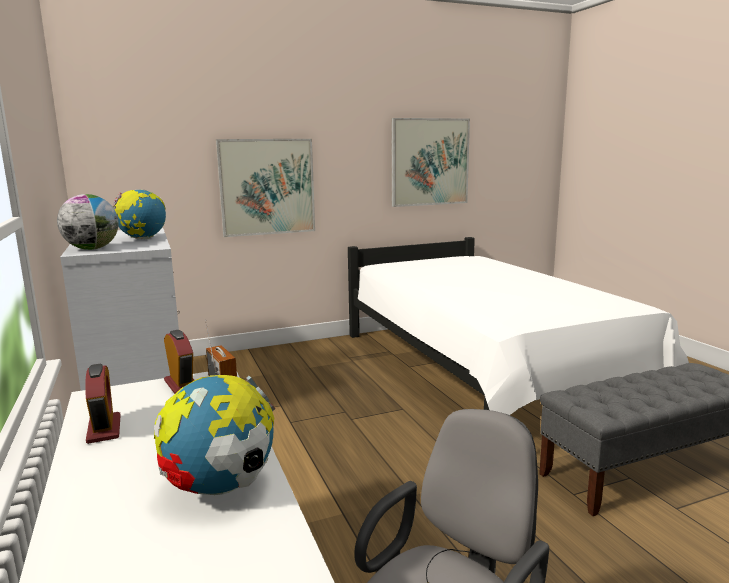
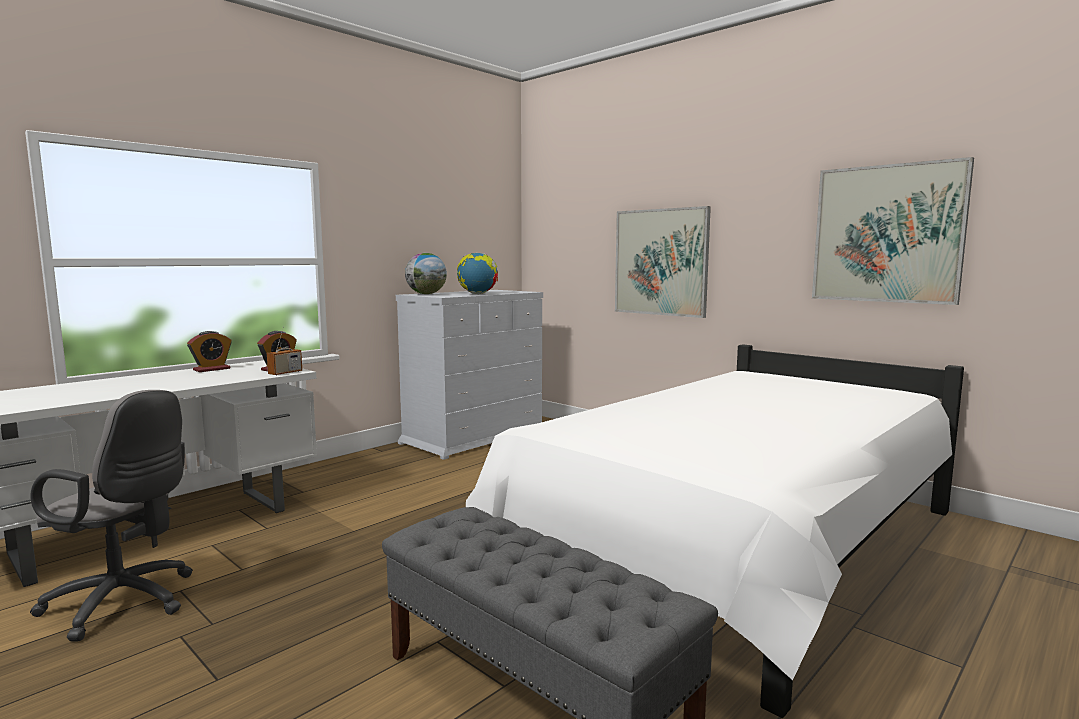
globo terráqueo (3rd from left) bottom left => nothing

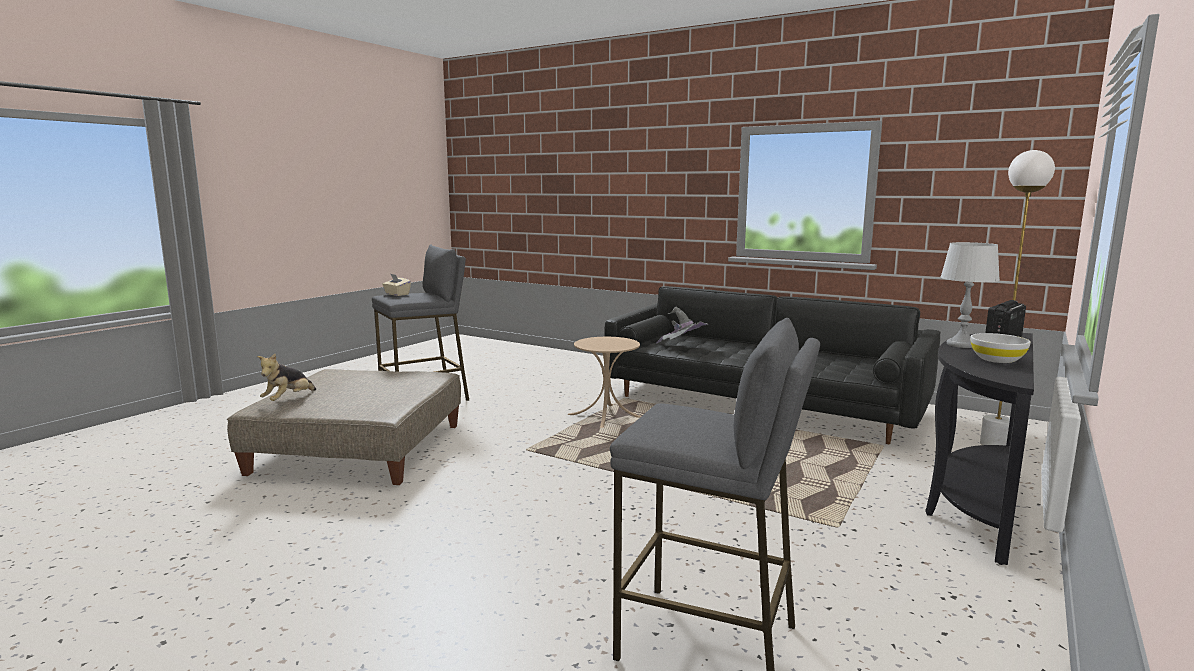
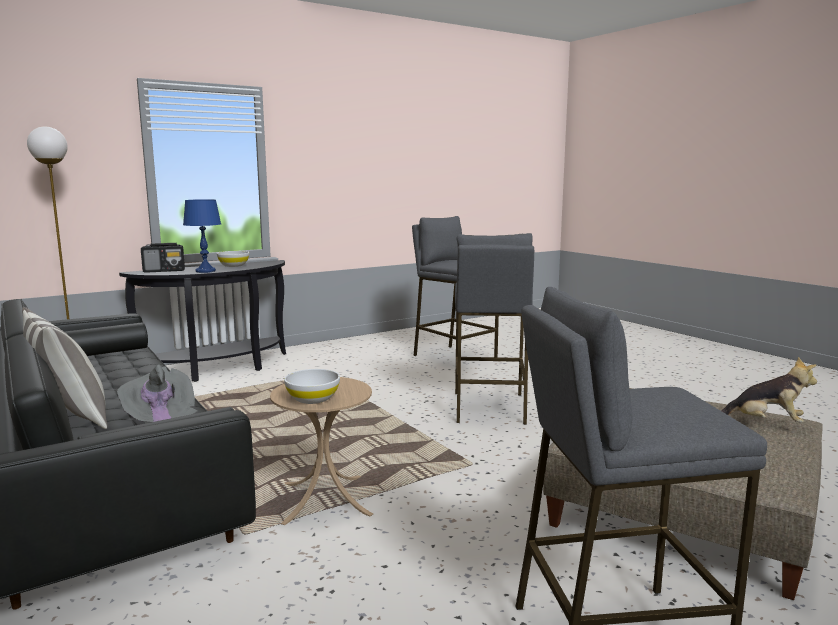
caja de pañuelos/beis middle left => nothing
nothing => cojín middle left
nothing => cuenco/blanco (2nd from left) centre
nothing => taburete/gris (2nd from left) centre
lámpara de mesa/gris middle right => lámpara de mesa/azul middle left
peluche middle left => peluche middle right, 60 degrees clockwise

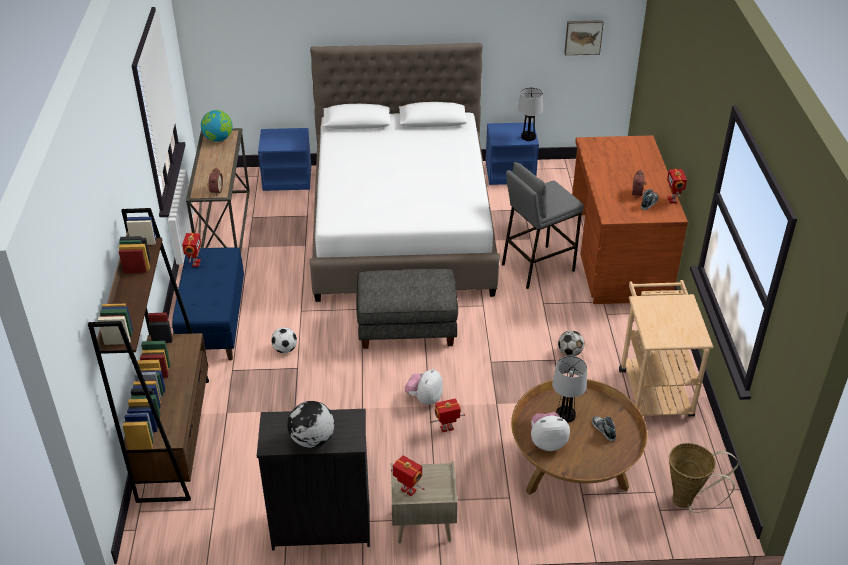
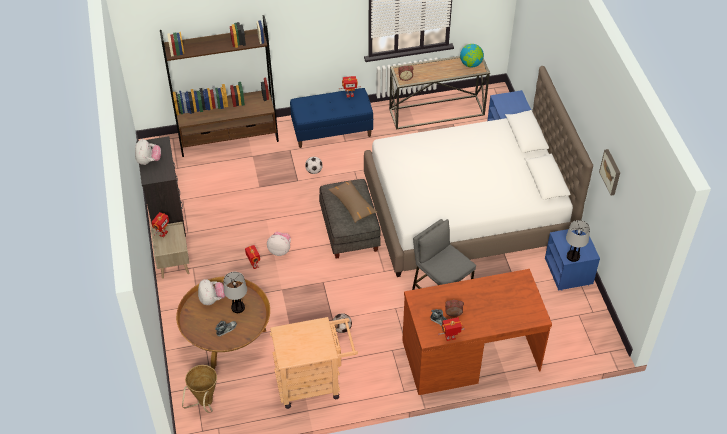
nothing => cojín/marrón centre
cuadro top right => cuadro middle right, move
globo terráqueo (2nd from left) bottom centre => peluche (1st from left) middle left

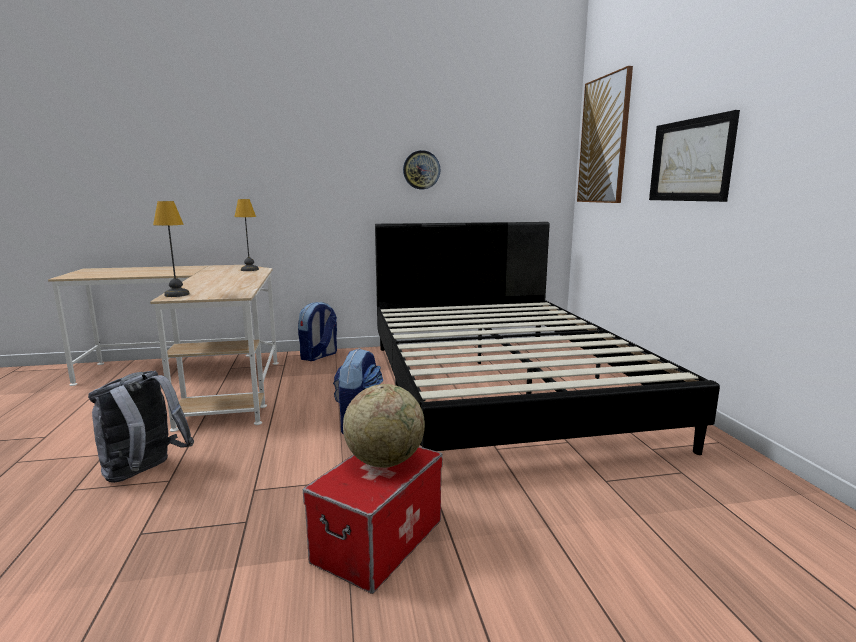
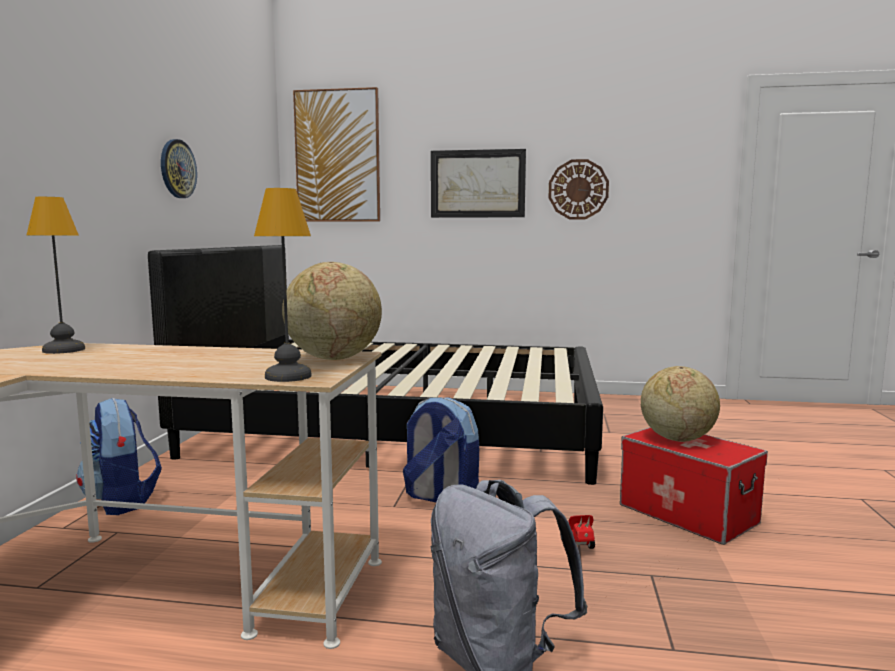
nothing => globo terráqueo (1st from left) centre
nothing => reloj de pared (2nd from left) top centre
nothing => coche de juguete bottom centre

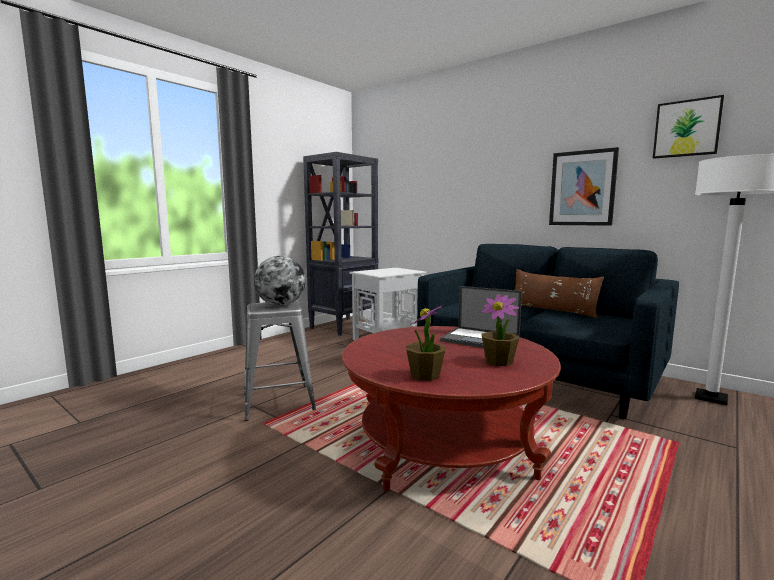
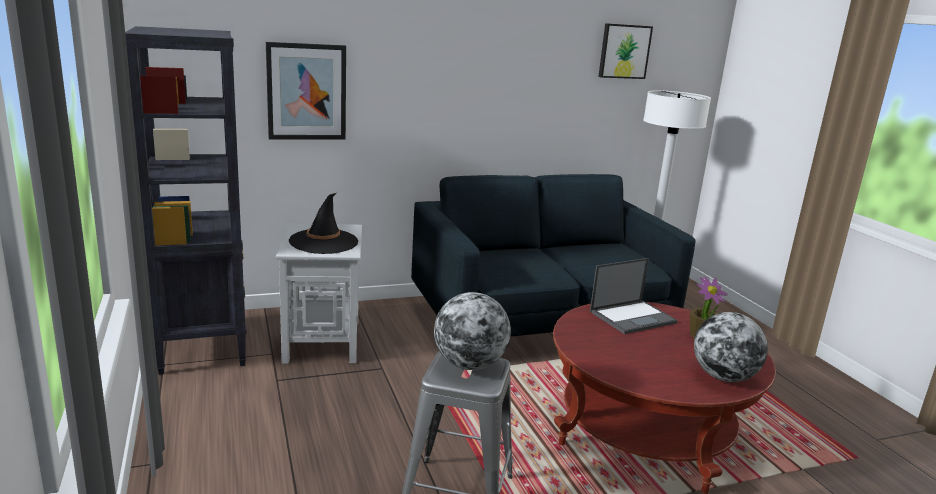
cojín/marrón middle right => nothing
nothing => sombrero/negro centre
cuadro (1st from left) top right => cuadro (1st from left) top left, move
planta en maceta (1st from left) centre => globo terráqueo (2nd from left) bottom right

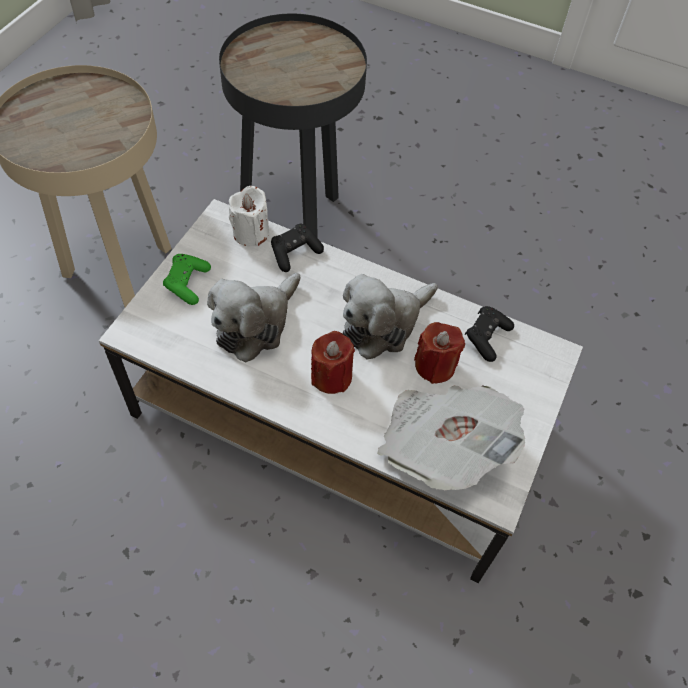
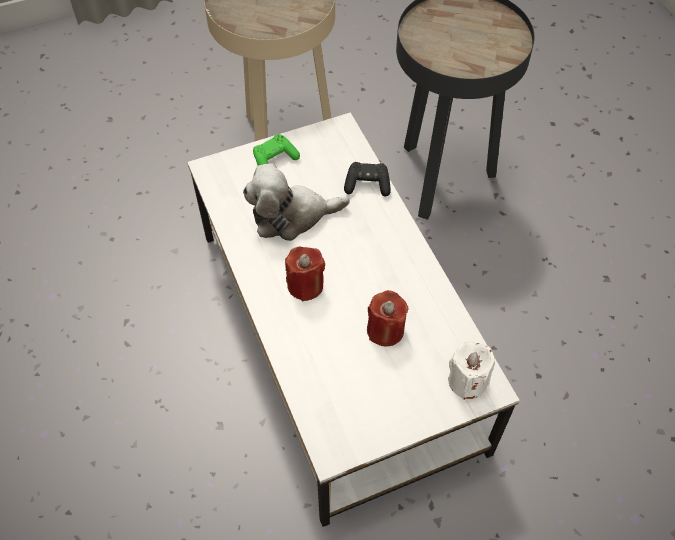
peluche (2nd from left) centre => nothing
periódico centre => nothing
mando de consola/negro (2nd from left) middle right => nothing
vela/blanco top centre => vela/blanco bottom right, move

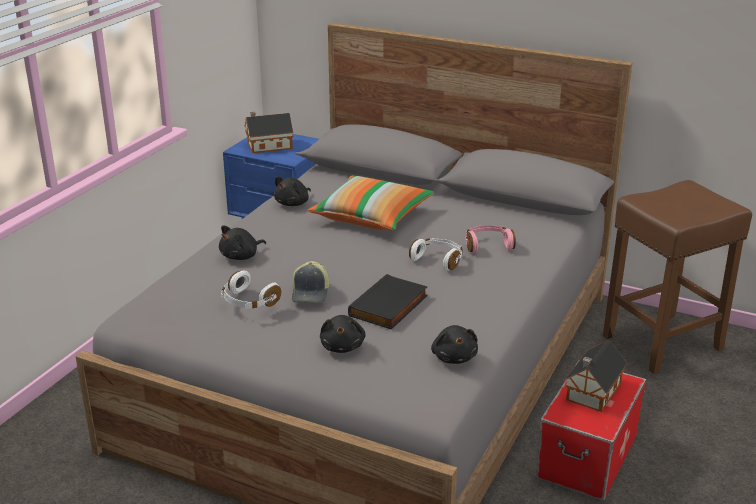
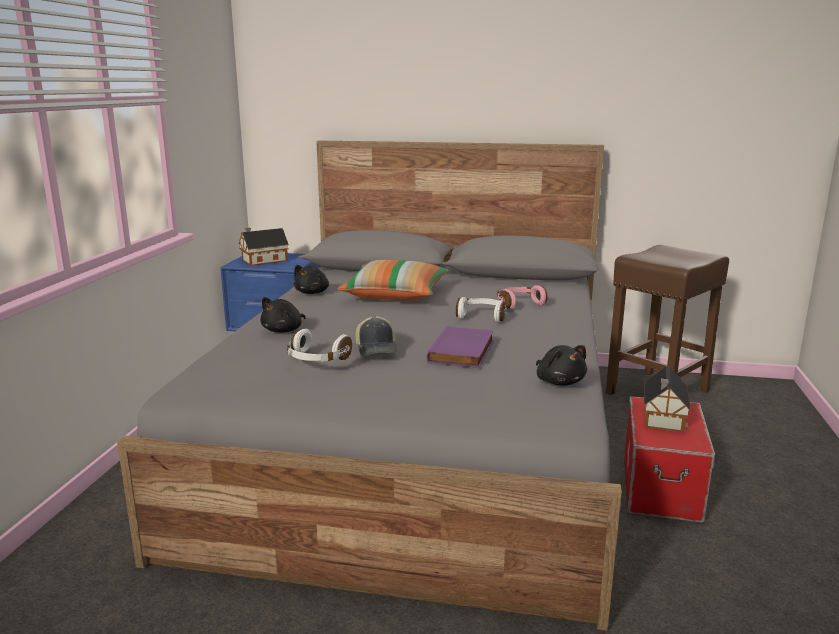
peluche/negro (3rd from left) centre => nothing
libro/negro centre => libro/morado centre

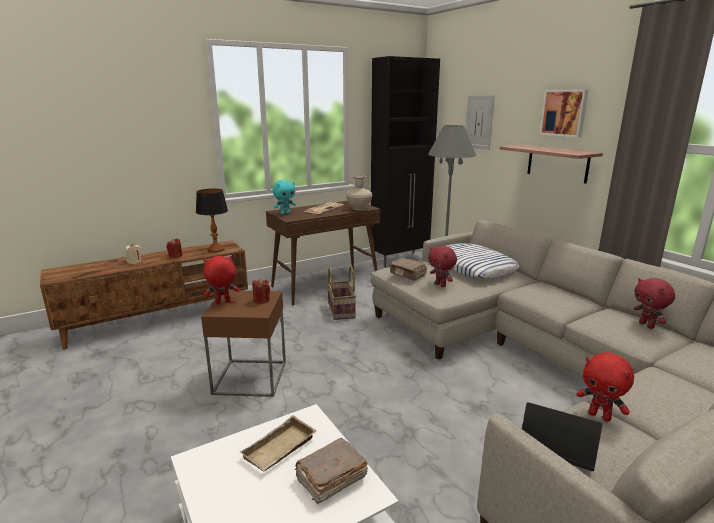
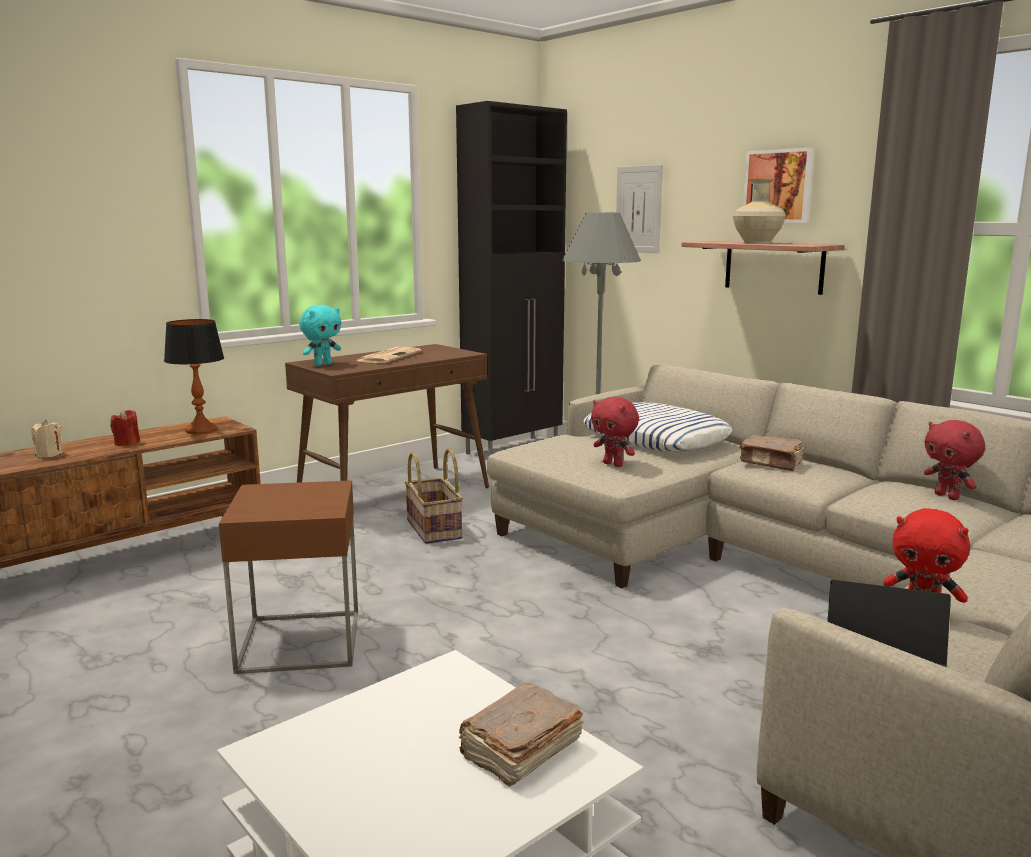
peluche/rojo (1st from left) middle left => nothing
bandeja/beis bottom centre => nothing
vela/rojo (2nd from left) centre => nothing
florero/beis centre => florero/beis top right, move
libro/marrón (2nd from left) centre => libro/marrón (2nd from left) middle right, move

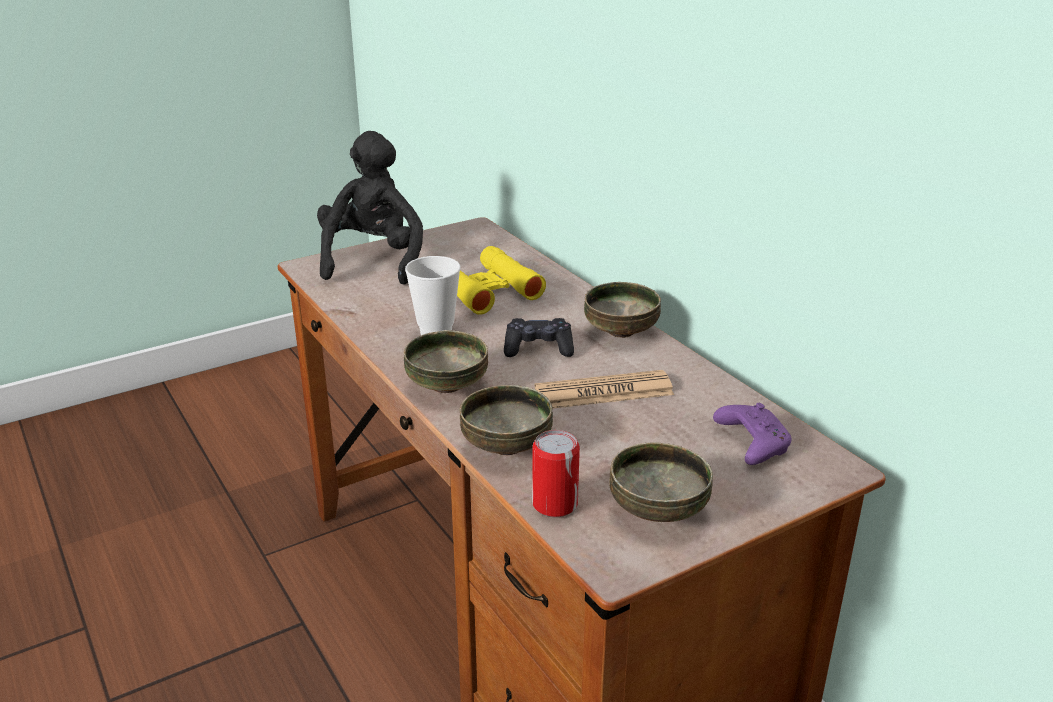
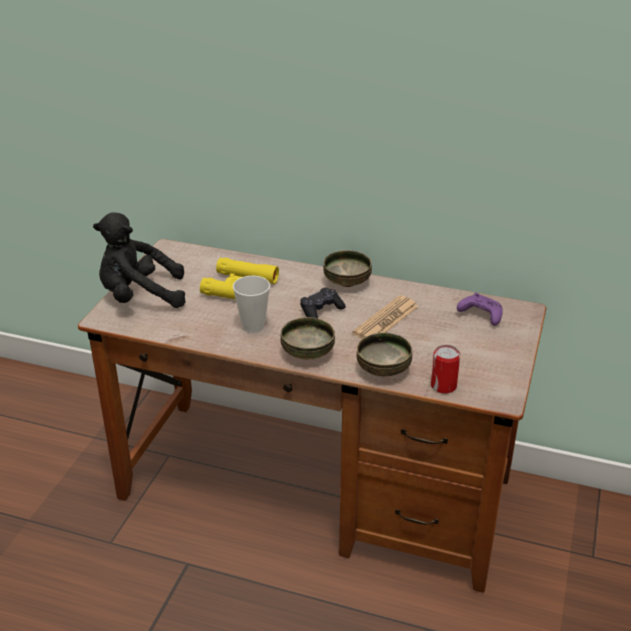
cuenco (4th from left) bottom centre => nothing
peluche/negro top centre => peluche/negro middle left, 60 degrees counterclockwise

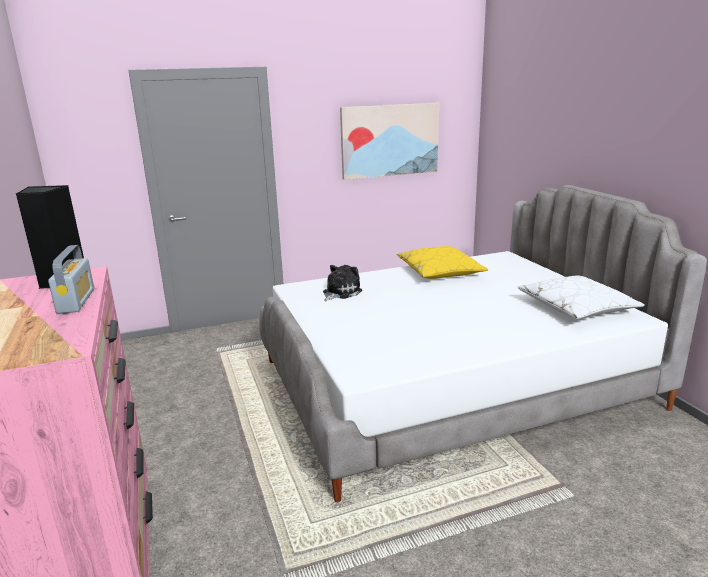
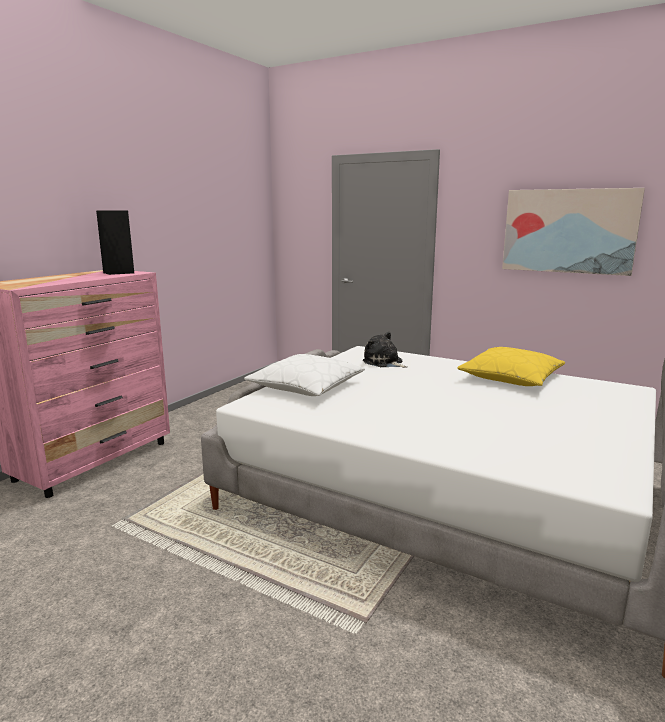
radio middle left => nothing
cojín/blanco middle right => cojín/blanco centre, move
peluche centre, 135 degrees counterclockwise

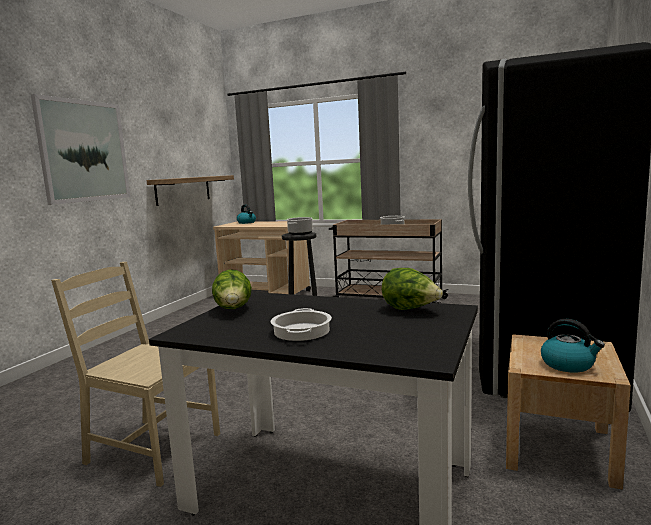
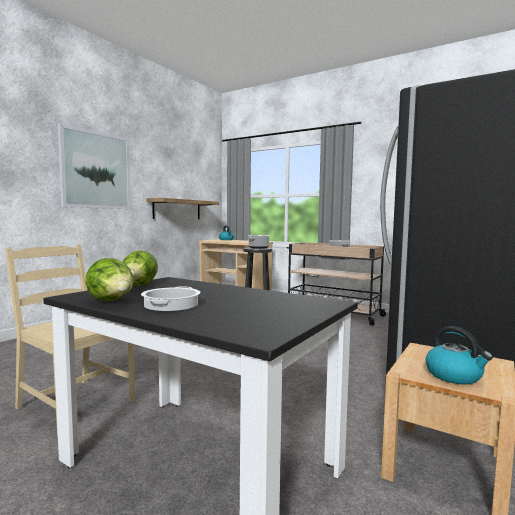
lechuga (2nd from left in the first image) centre => lechuga (1st from left) middle left, move

